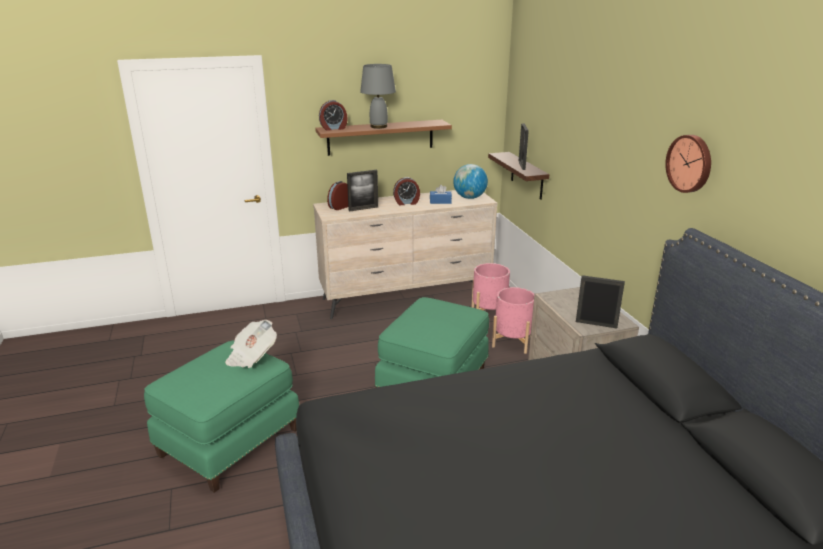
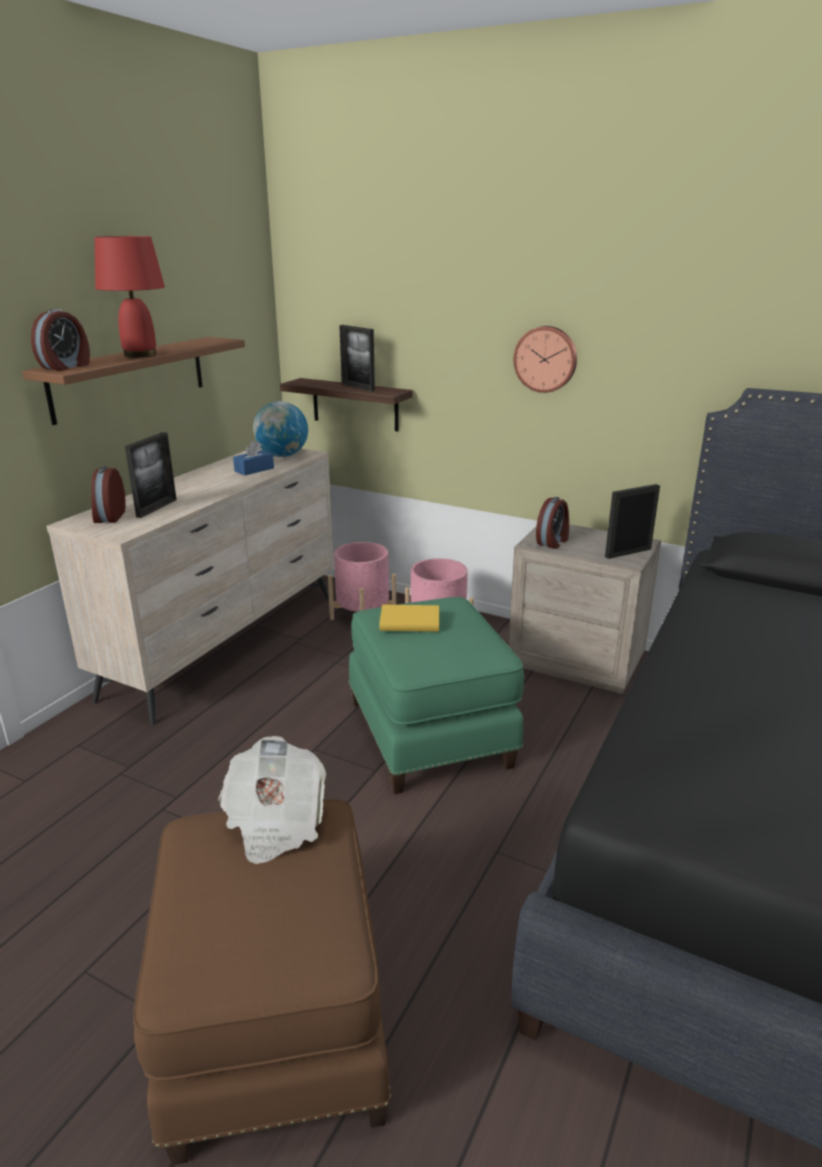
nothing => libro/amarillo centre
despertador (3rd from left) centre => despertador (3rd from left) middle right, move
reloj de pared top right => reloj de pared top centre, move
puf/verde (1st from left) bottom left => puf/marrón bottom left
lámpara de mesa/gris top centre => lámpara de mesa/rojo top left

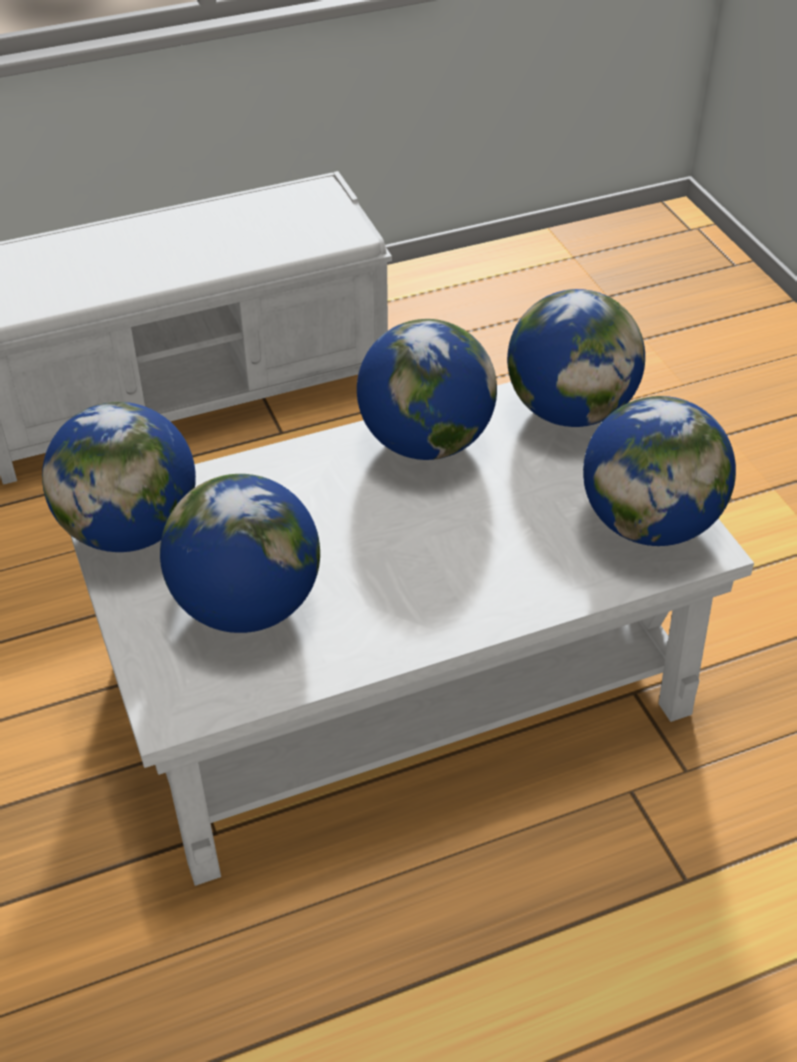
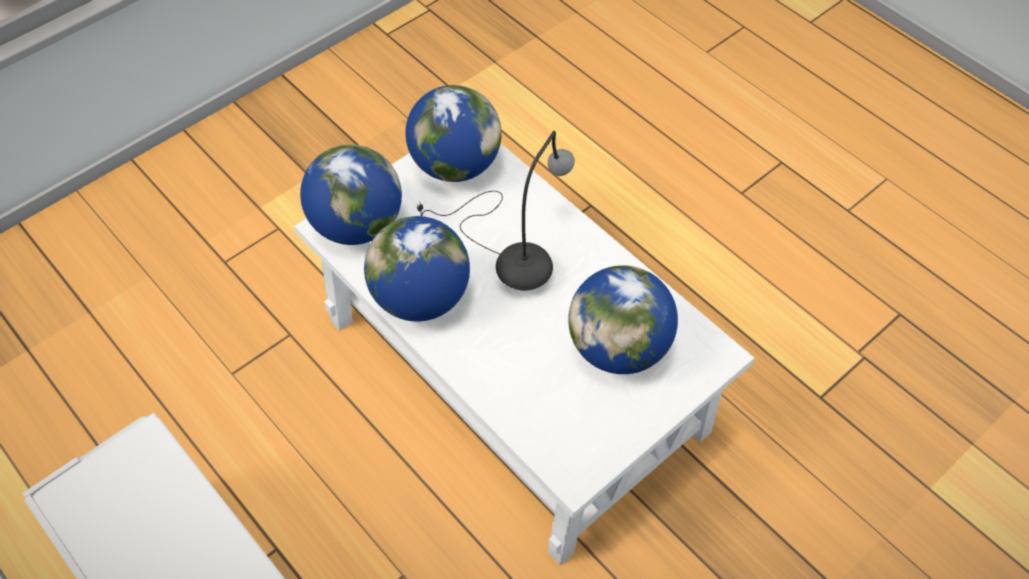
globo terráqueo (1st from left) middle left => nothing
nothing => lámpara de mesa/gris centre

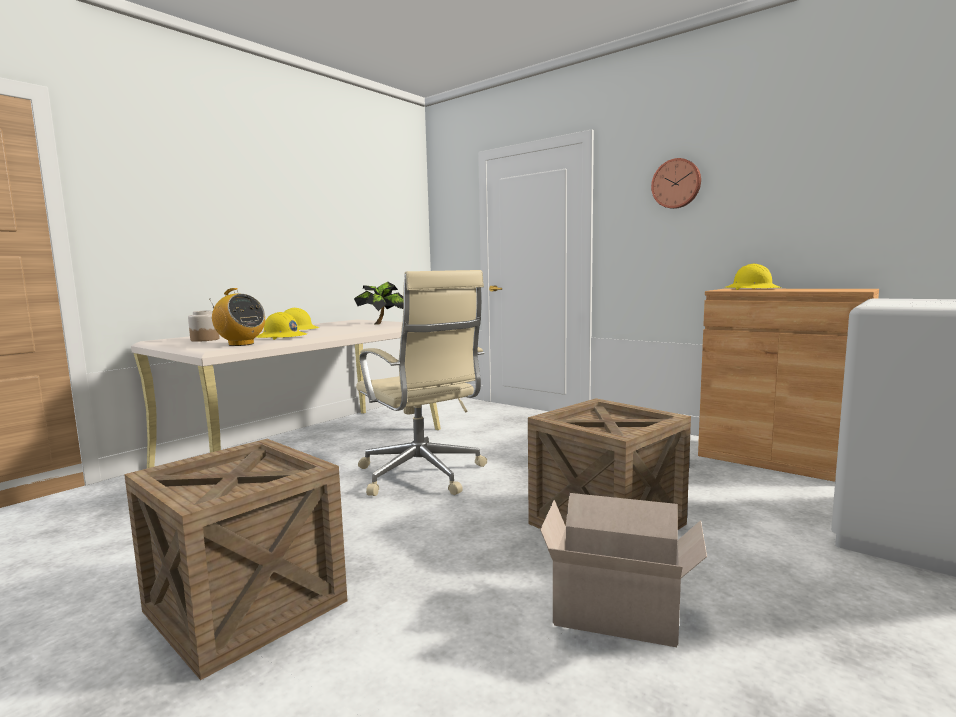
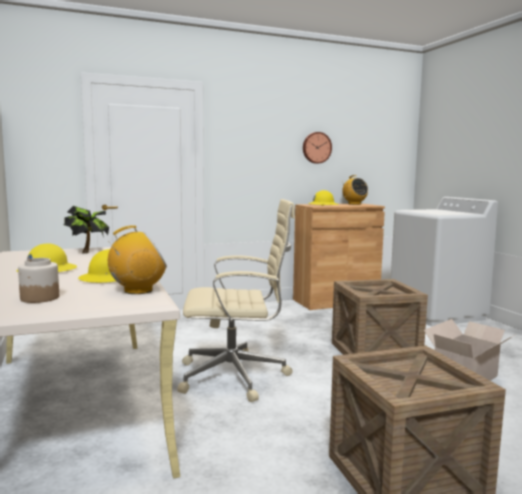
nothing => radio (2nd from left) middle right
reloj de pared top right => reloj de pared top centre, move

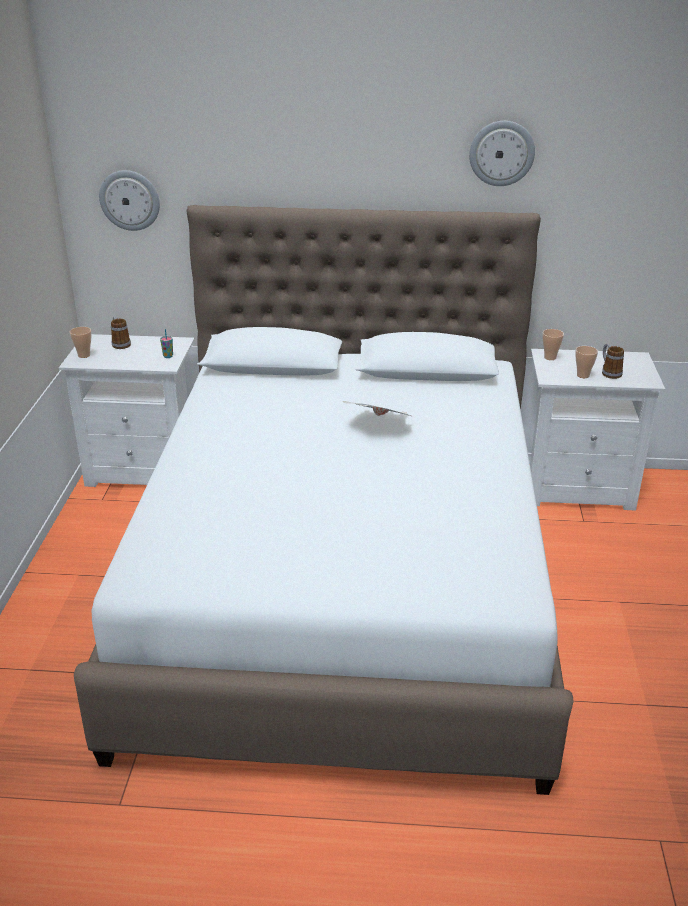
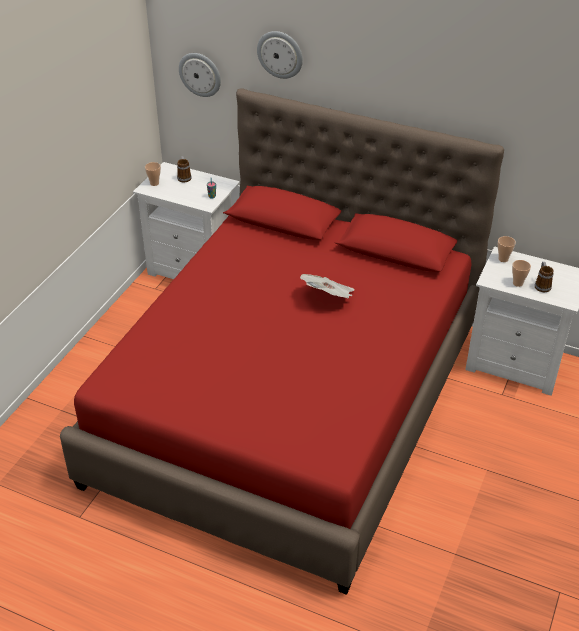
reloj de pared (2nd from left) top right => reloj de pared (2nd from left) top centre, move
cama/blanco centre => cama/rojo centre

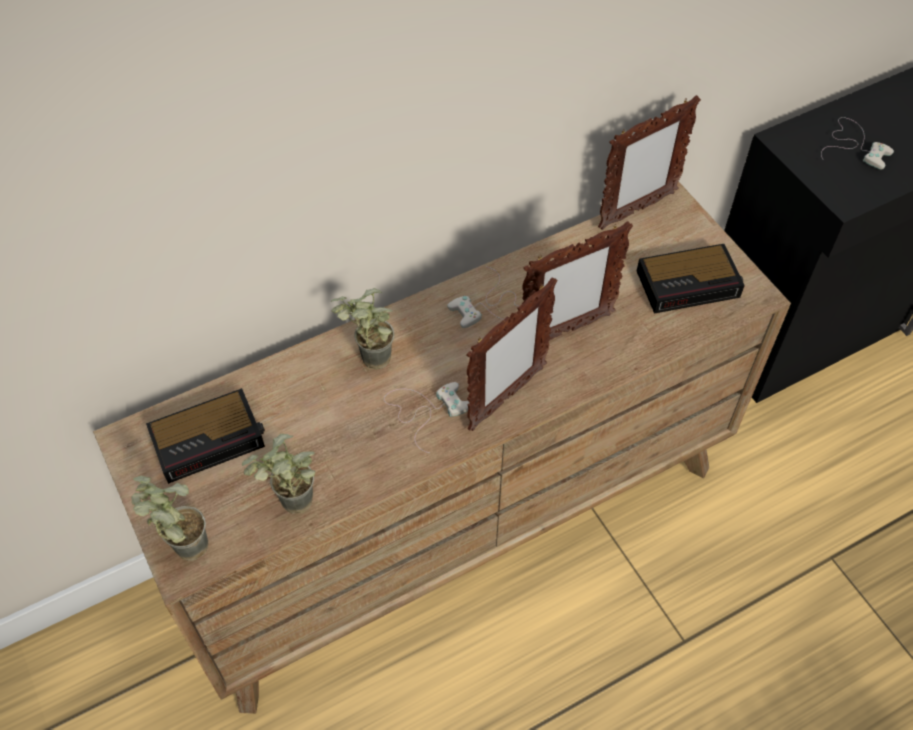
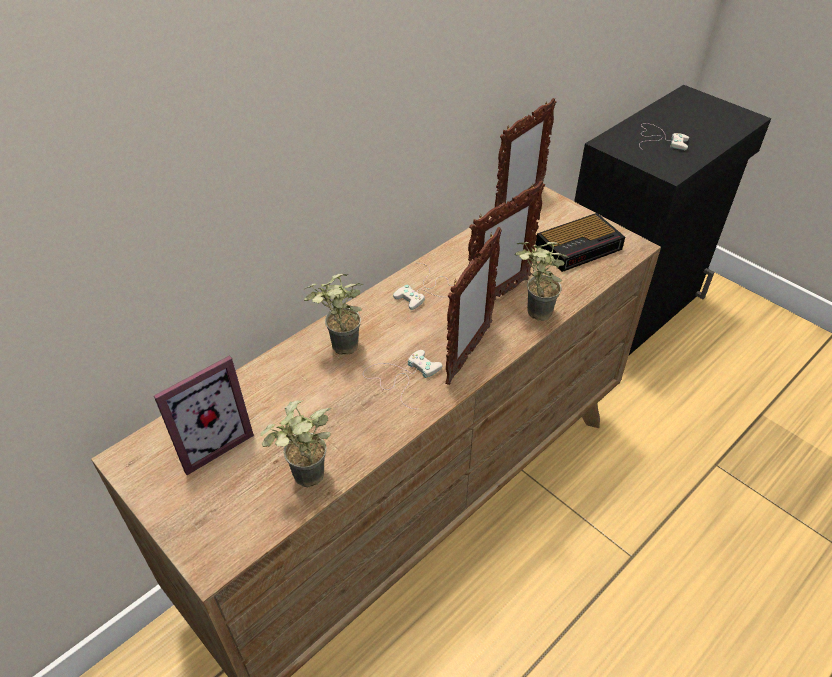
planta en maceta (1st from left in the first image) bottom left => planta en maceta (3rd from left) centre, move
despertador (1st from left) middle left => portarretratos (1st from left) middle left

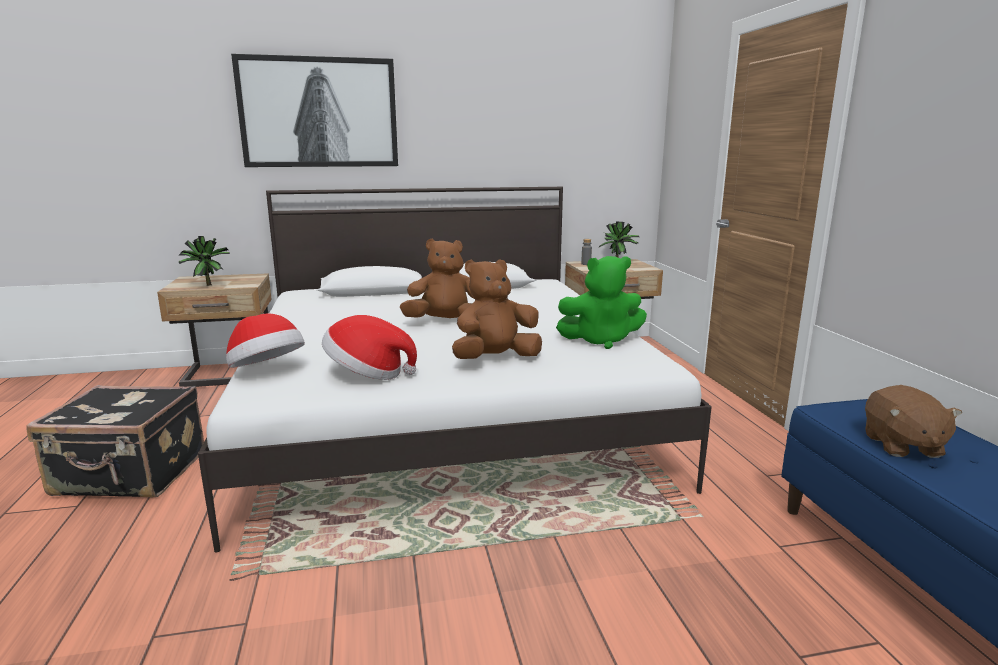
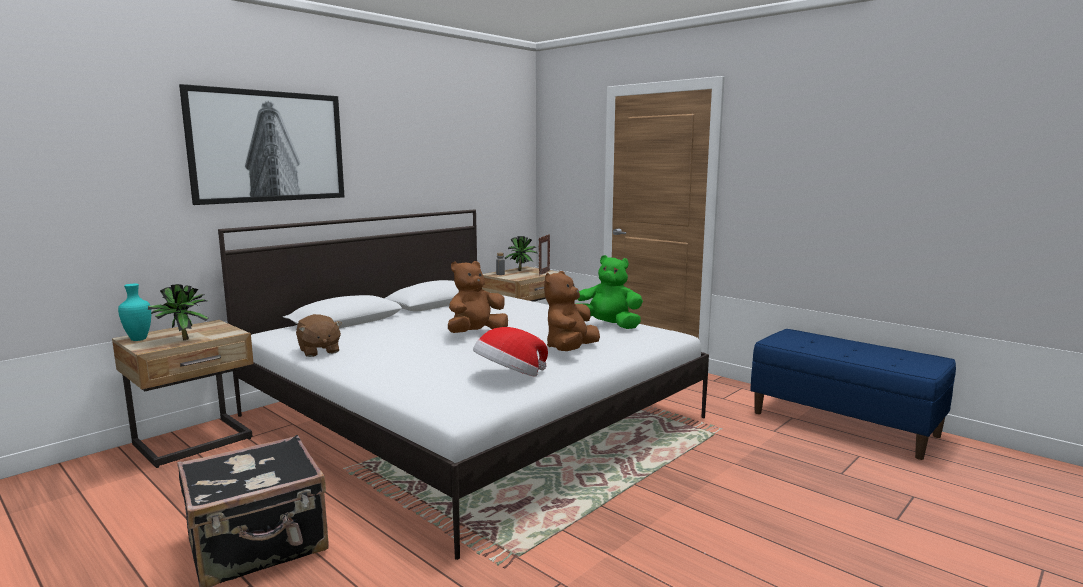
sombrero (1st from left) middle left => nothing
nothing => florero/turquesa middle left
nothing => portarretratos centre
peluche/marrón (3rd from left in the first image) middle right => peluche/marrón (1st from left) middle left, move
peluche/verde centre, 120 degrees counterclockwise

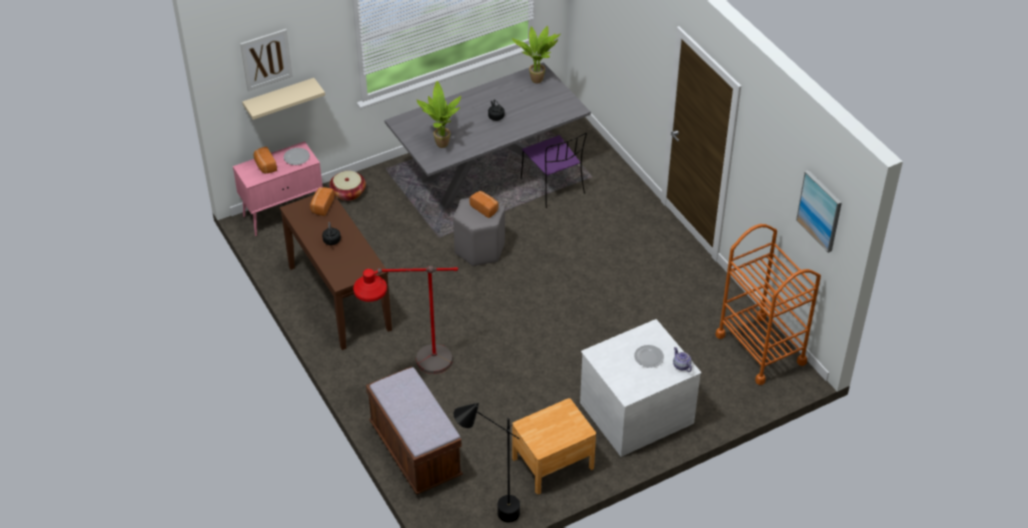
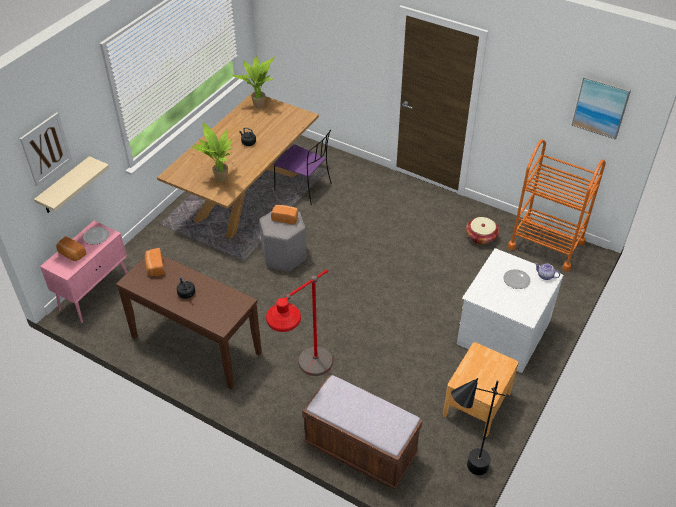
cesta centre => cesta middle right, move
mesa de comedor/gris top centre => mesa de comedor/marrón top centre

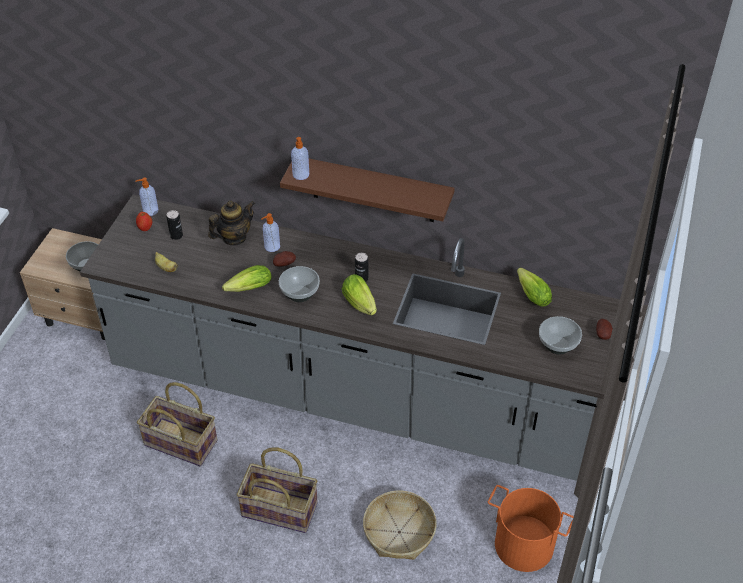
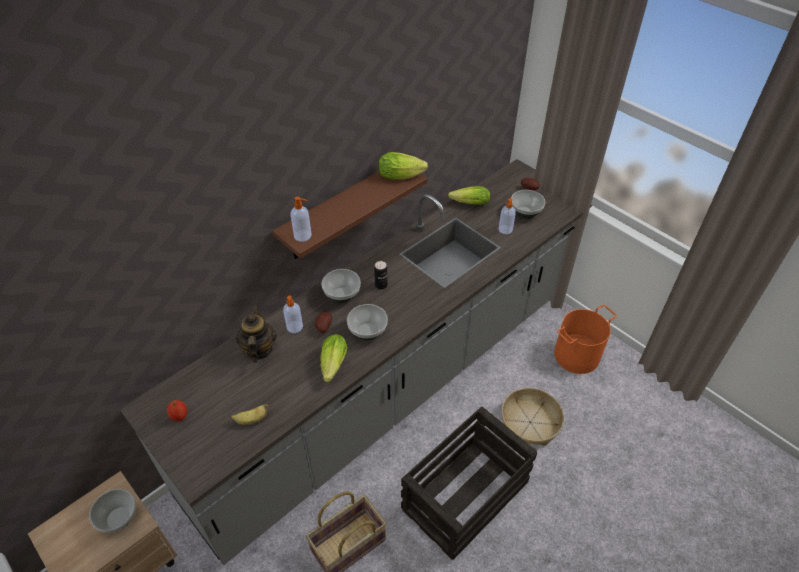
lata (1st from left) middle left => nothing
nothing => cuenco (2nd from left) centre
dispensador de jabón (1st from left in the first image) middle left => dispensador de jabón (3rd from left) centre, move
lechuga (2nd from left) centre => lechuga (2nd from left) top centre, move
cesta (2nd from left) bottom centre => caja de embalaje bottom centre

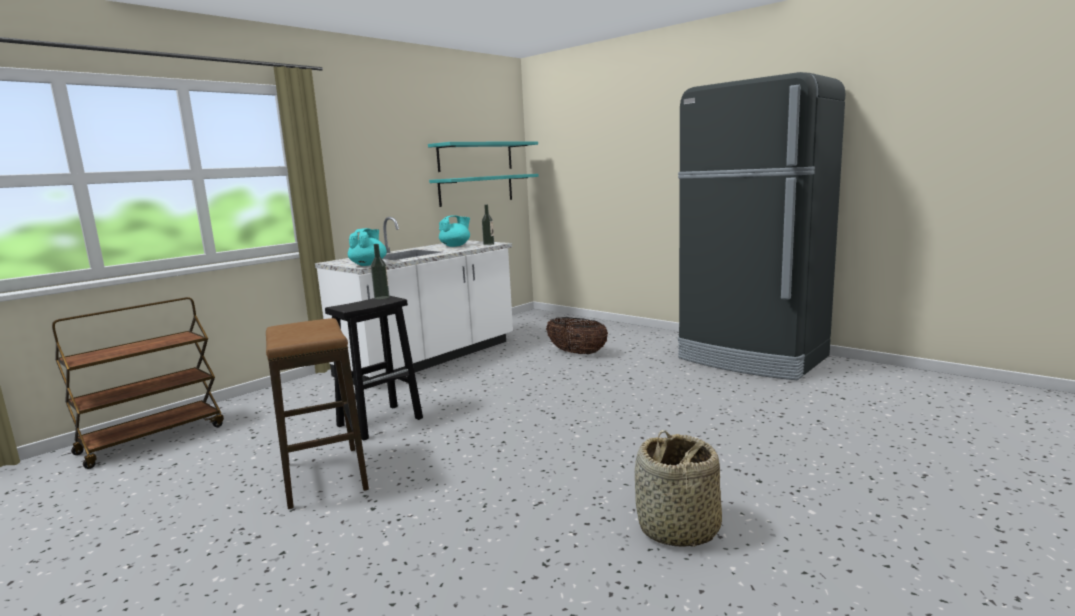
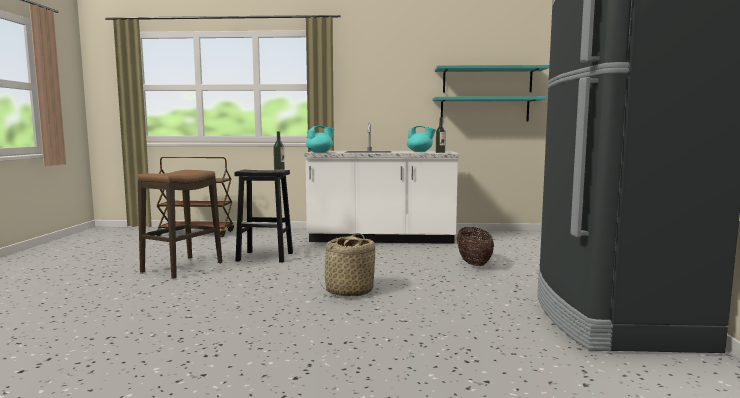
cesta (2nd from left in the first image) bottom centre => cesta (1st from left) centre, move

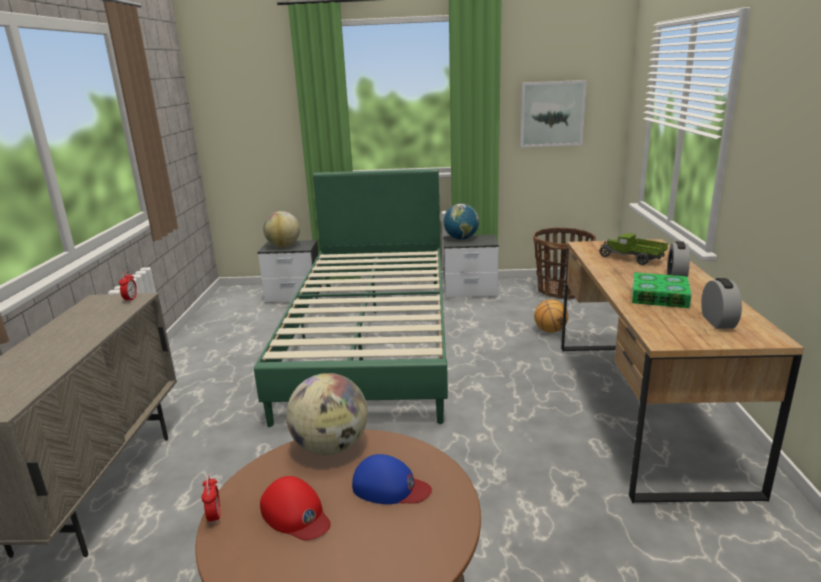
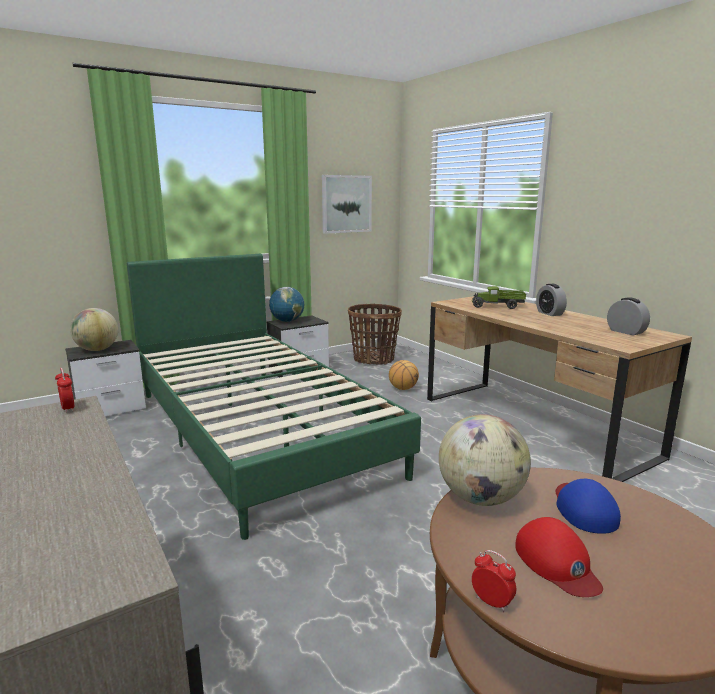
libro middle right => nothing
gorra/rojo bottom centre => gorra/rojo bottom right, 60 degrees clockwise
gorra/azul bottom centre => gorra/azul bottom right, 75 degrees counterclockwise

